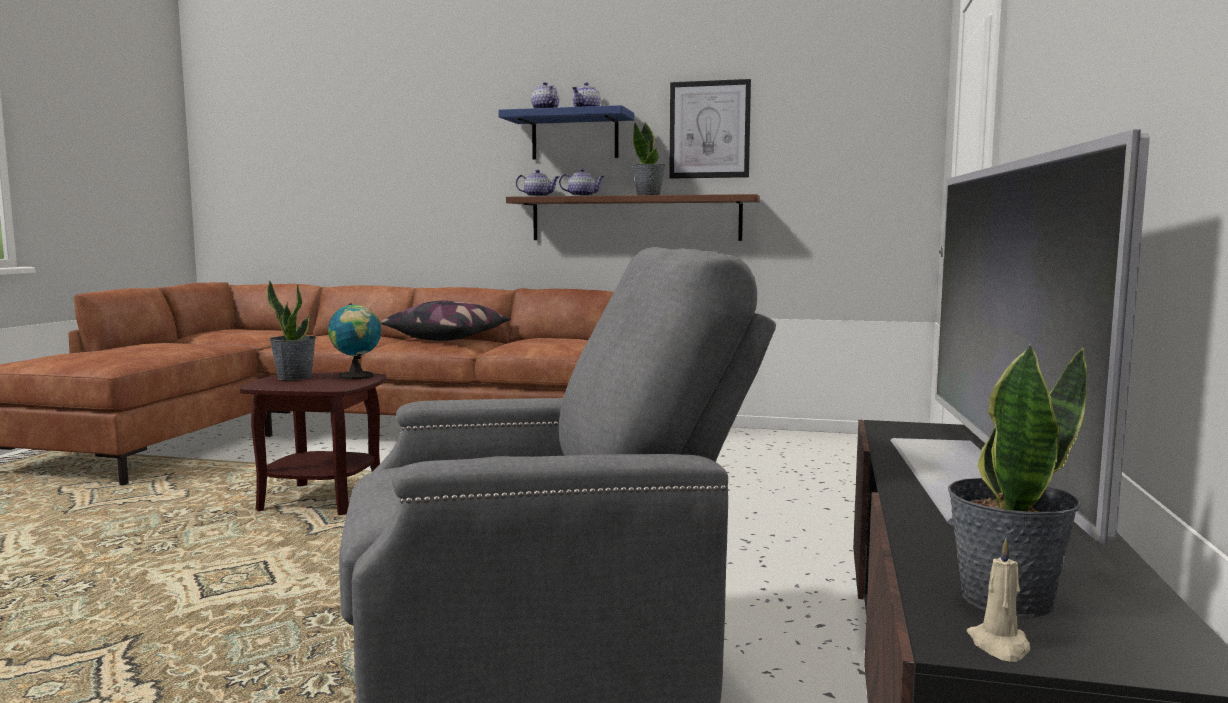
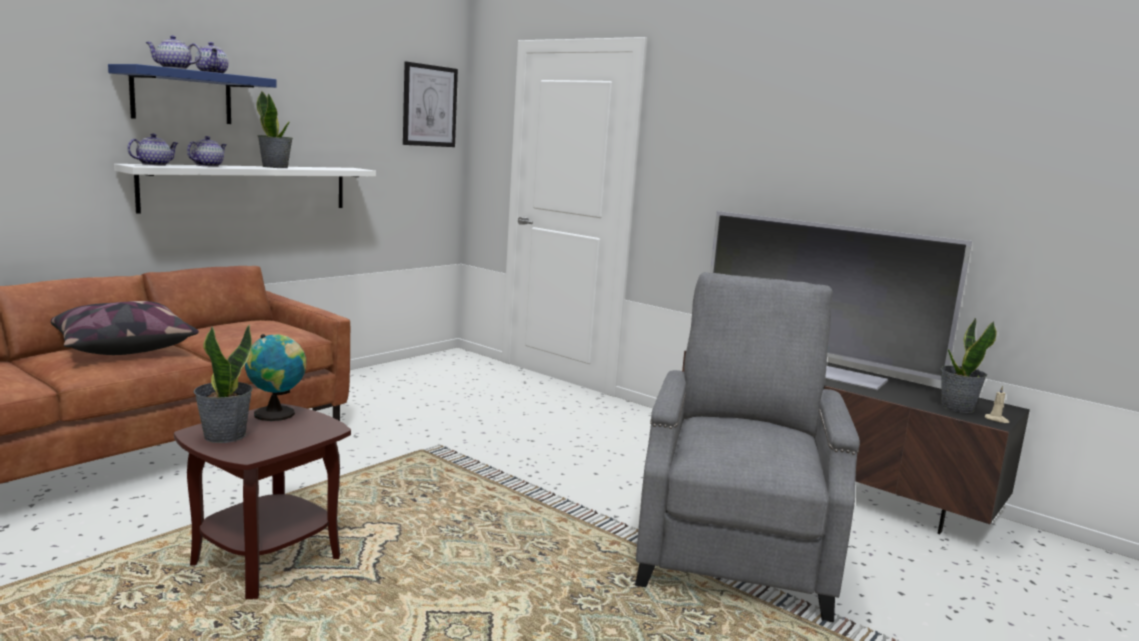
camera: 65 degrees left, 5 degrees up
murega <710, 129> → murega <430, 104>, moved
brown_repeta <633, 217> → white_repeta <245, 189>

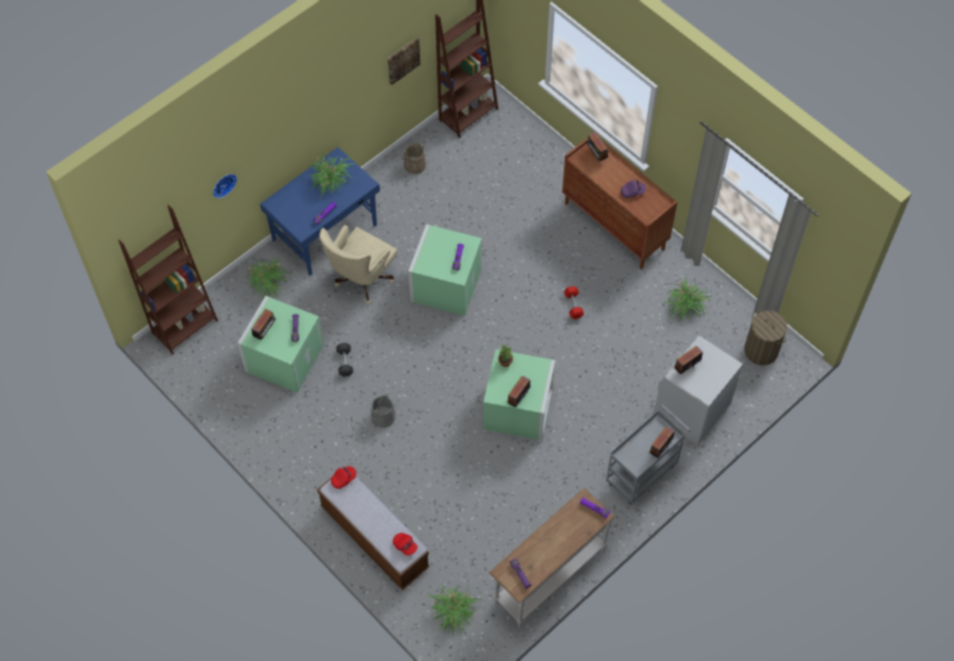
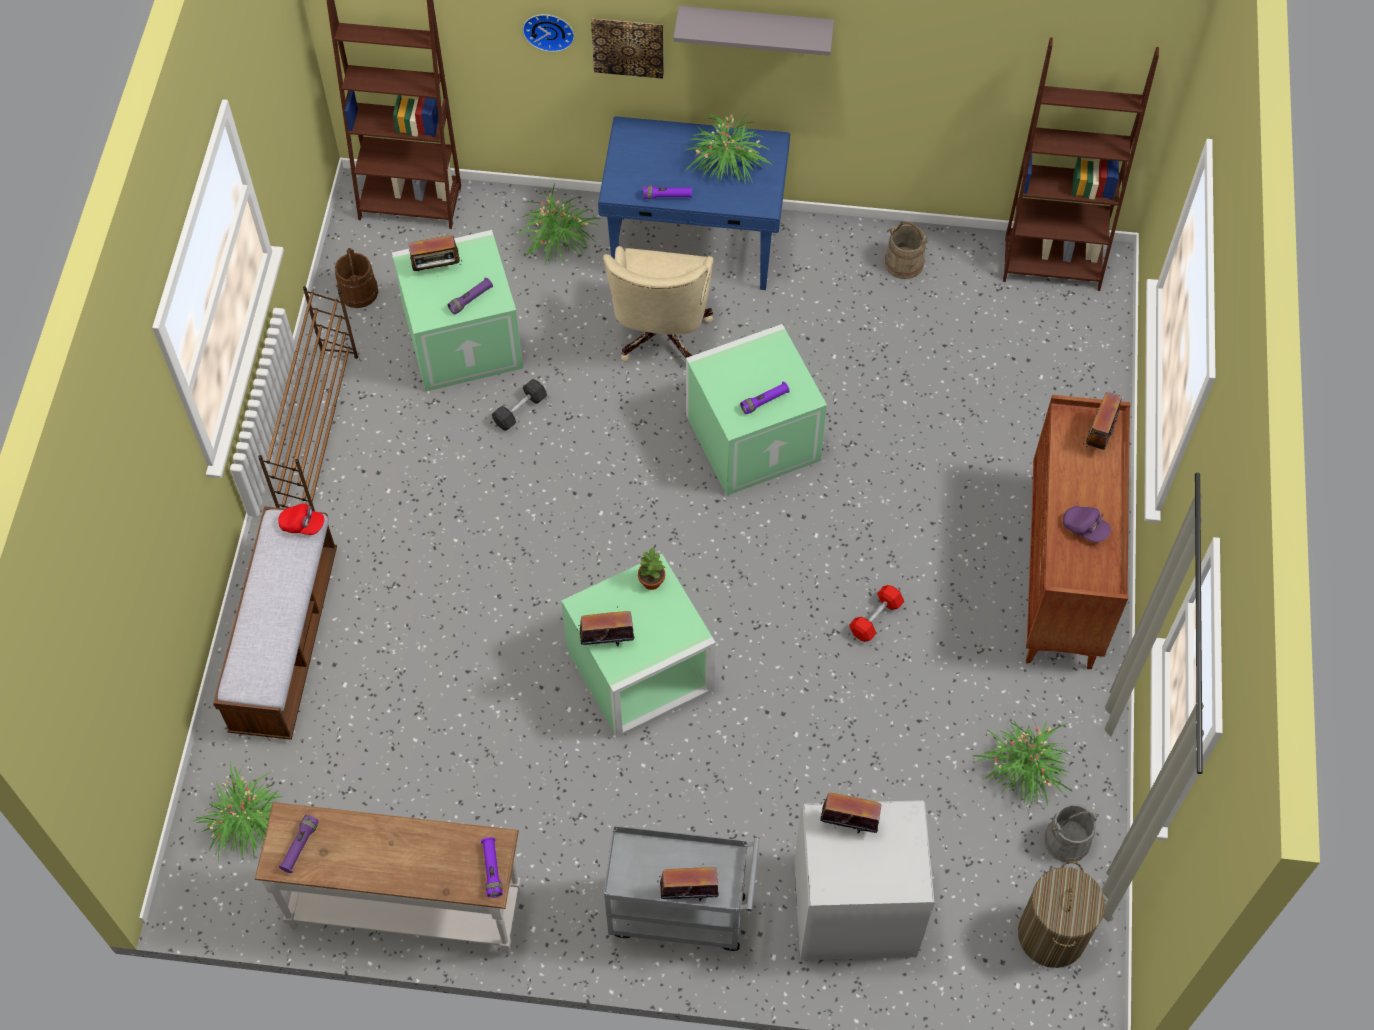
camera: 50 degrees right, 0 degrees up
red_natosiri <405, 544> → -
- → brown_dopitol <308, 398>
- → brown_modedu <356, 278>
- → grey_repeta <753, 31>
grey_modedu <383, 411> → grey_modedu <1071, 833>, moved
murega <404, 61> → murega <627, 48>, moved
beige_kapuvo <358, 264> → beige_kapuvo <658, 304>, 75 degrees counterclockwise

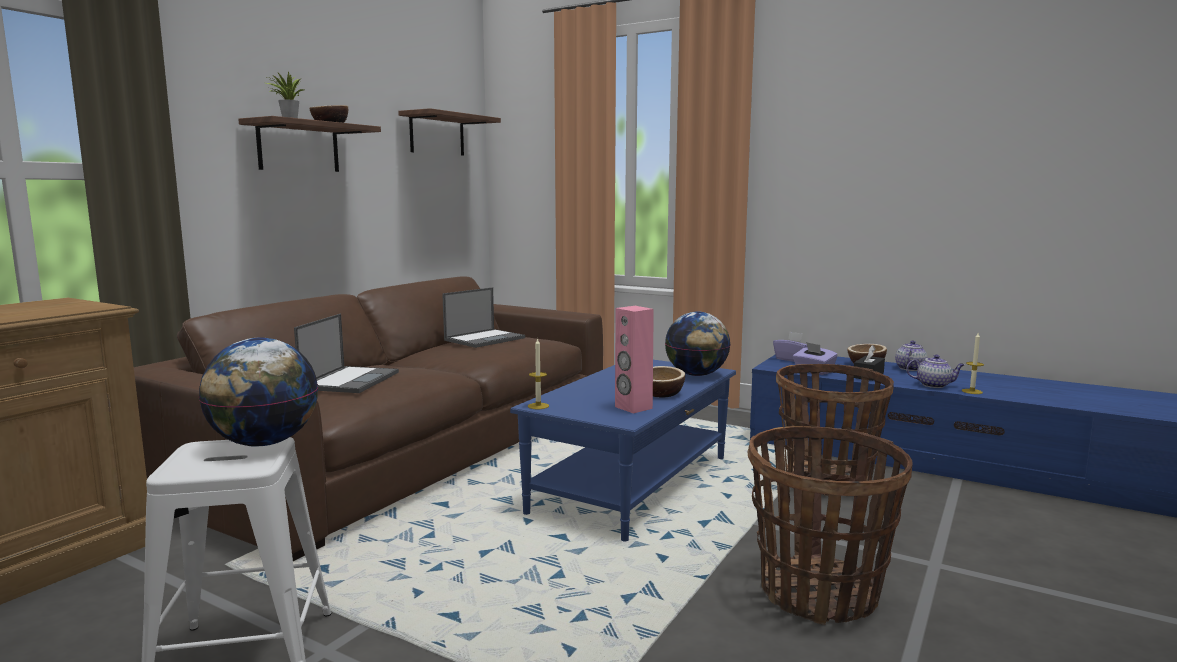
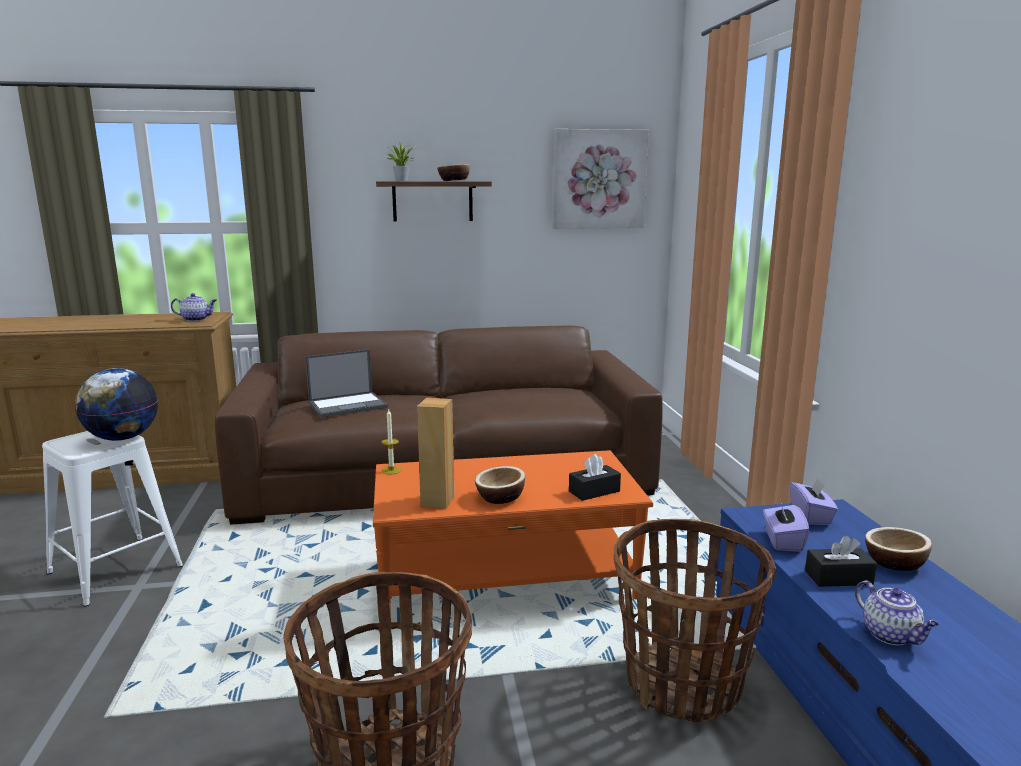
camera: 50 degrees right, 5 degrees up
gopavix <483, 317> → -
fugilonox <973, 363> → -
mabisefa <911, 355> → mabisefa <194, 307>, moved
repeta <449, 132> → murega <601, 179>
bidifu <698, 344> → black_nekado <595, 477>
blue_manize <623, 450> → orange_manize <513, 532>
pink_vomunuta <634, 359> → brown_vomunuta <436, 453>

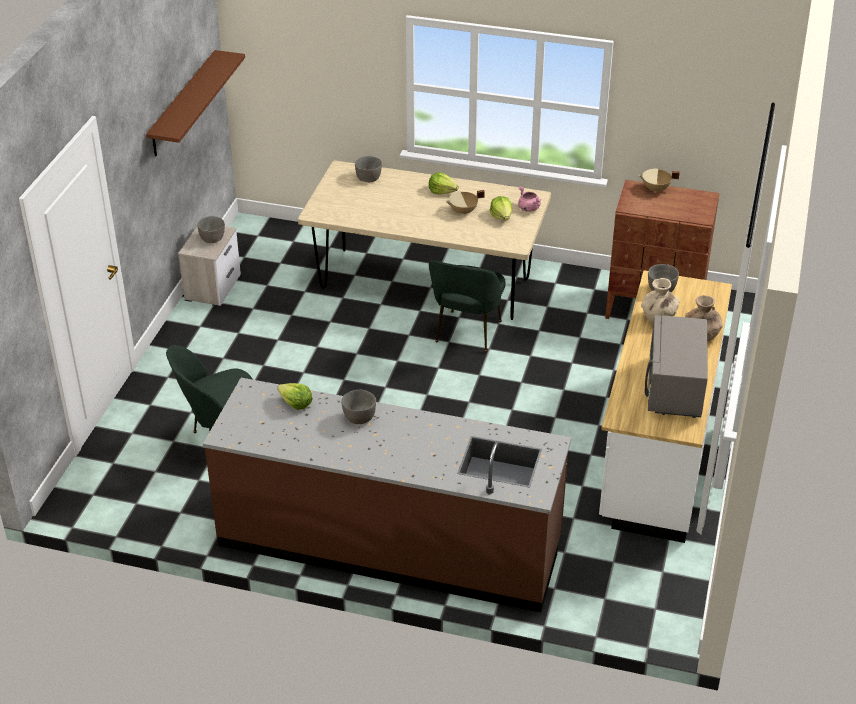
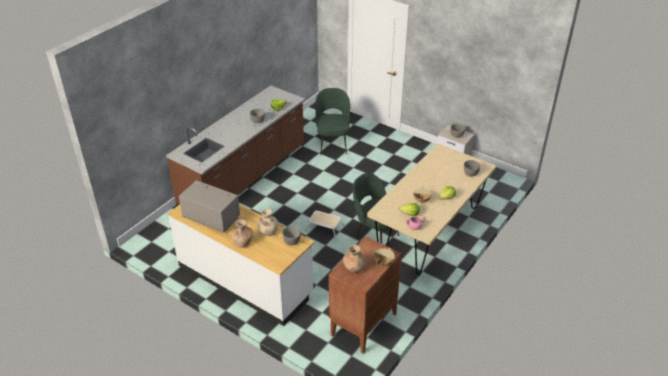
camera: 110 degrees right, 0 degrees up
brown_repeta <195, 103> → -
- → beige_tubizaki <325, 225>
- → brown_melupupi <354, 258>

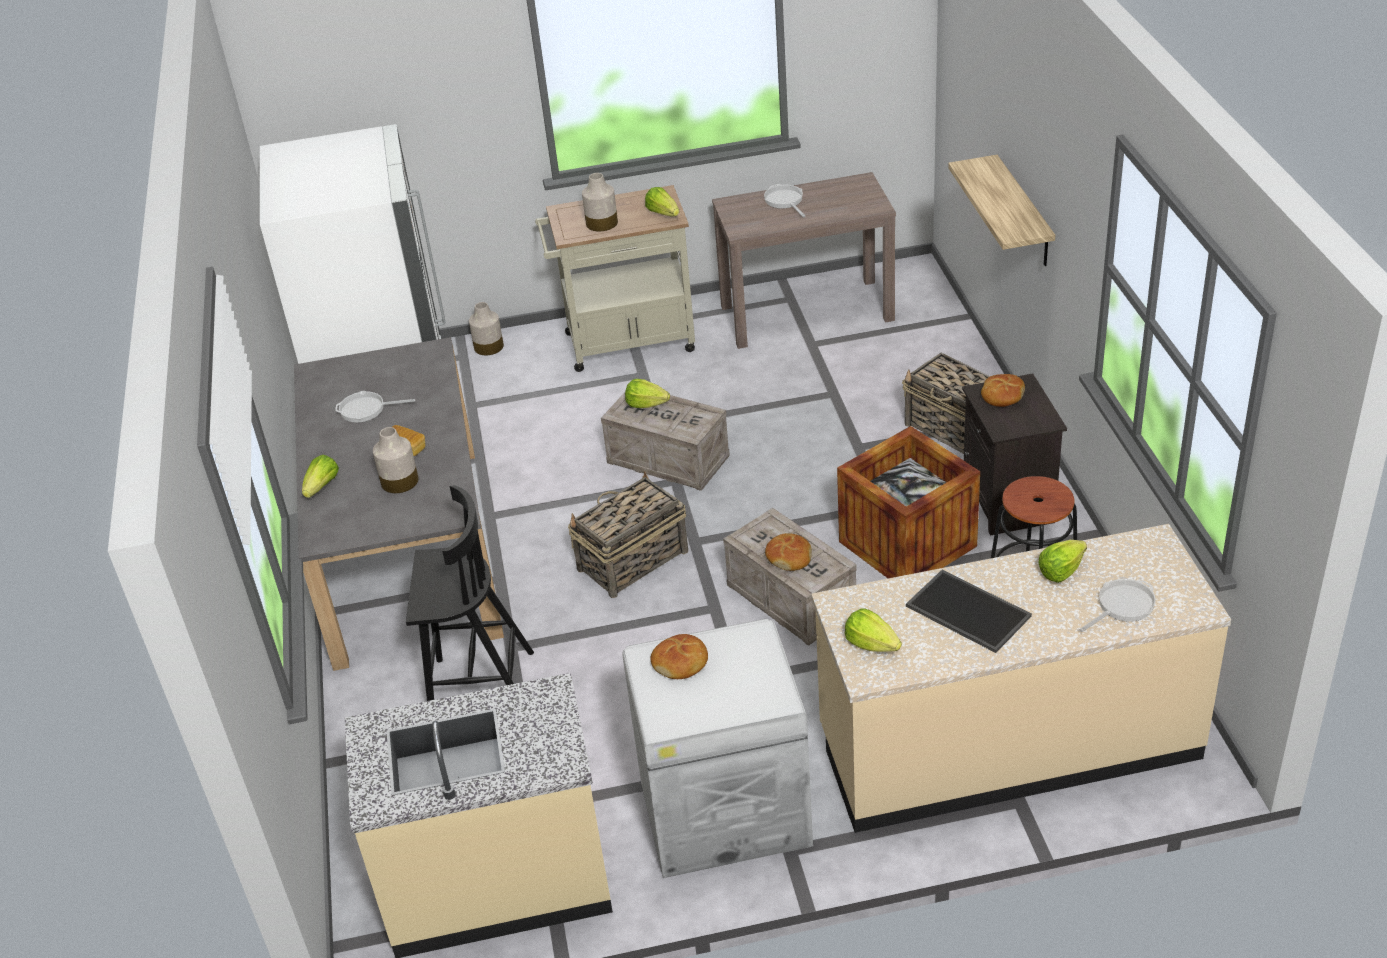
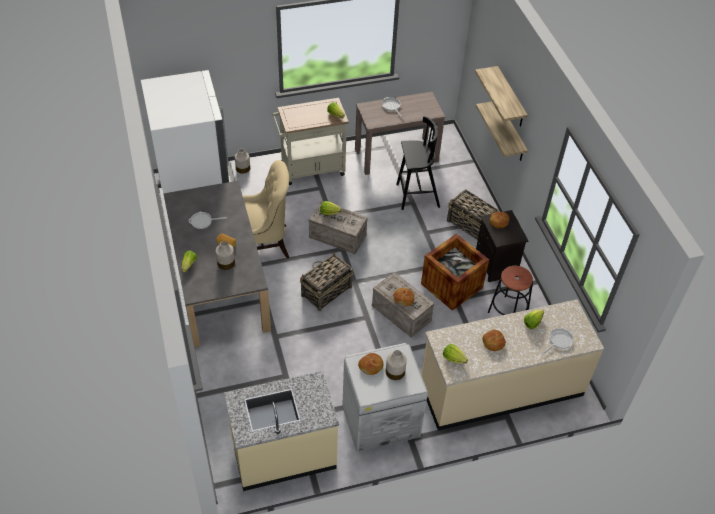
camera: 10 degrees left, 10 degrees up
- → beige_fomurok <265, 209>
- → repeta <501, 96>
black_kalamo <470, 593> → black_kalamo <418, 163>, moved
beige_melupupi <600, 202> → beige_melupupi <396, 365>, moved
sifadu <969, 611> → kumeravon <494, 340>

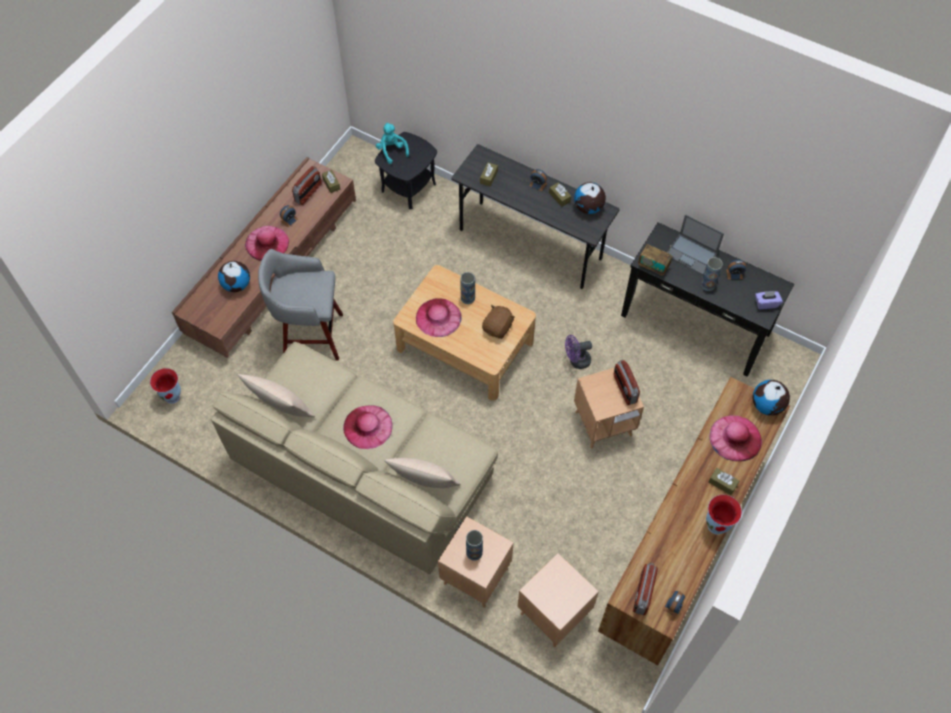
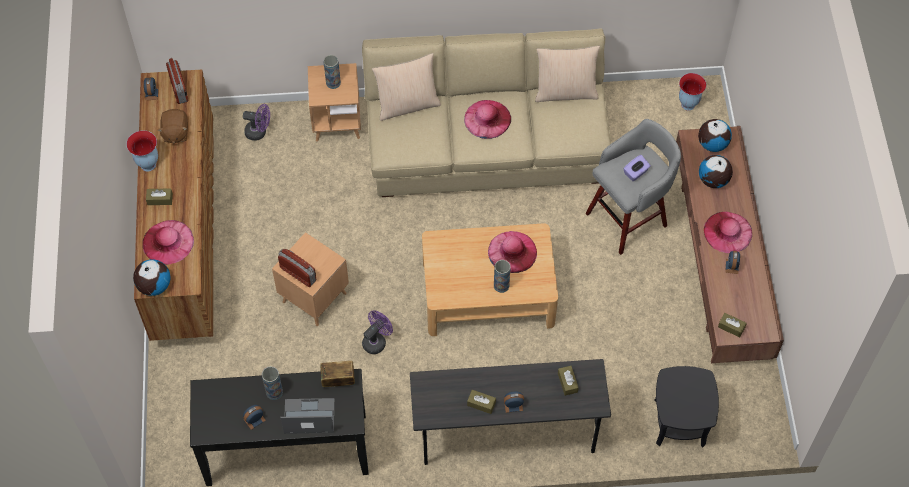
camera: 145 degrees right, 0 degrees up
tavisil <307, 185> → -
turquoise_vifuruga <392, 143> → -
brown_vifuruga <498, 321> → brown_vifuruga <173, 126>, moved
bidifu <590, 198> → bidifu <715, 135>, moved
purple_nekado <769, 300> → purple_nekado <637, 168>, moved
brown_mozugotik <558, 600> → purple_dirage <256, 122>

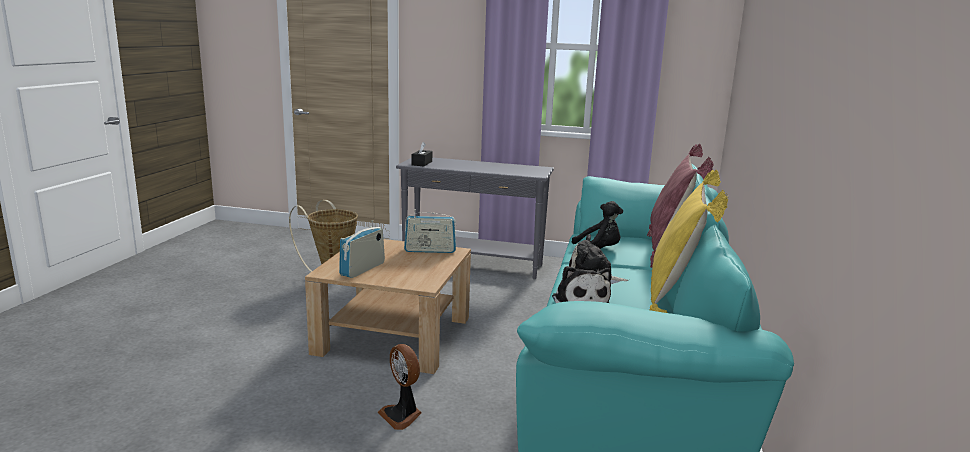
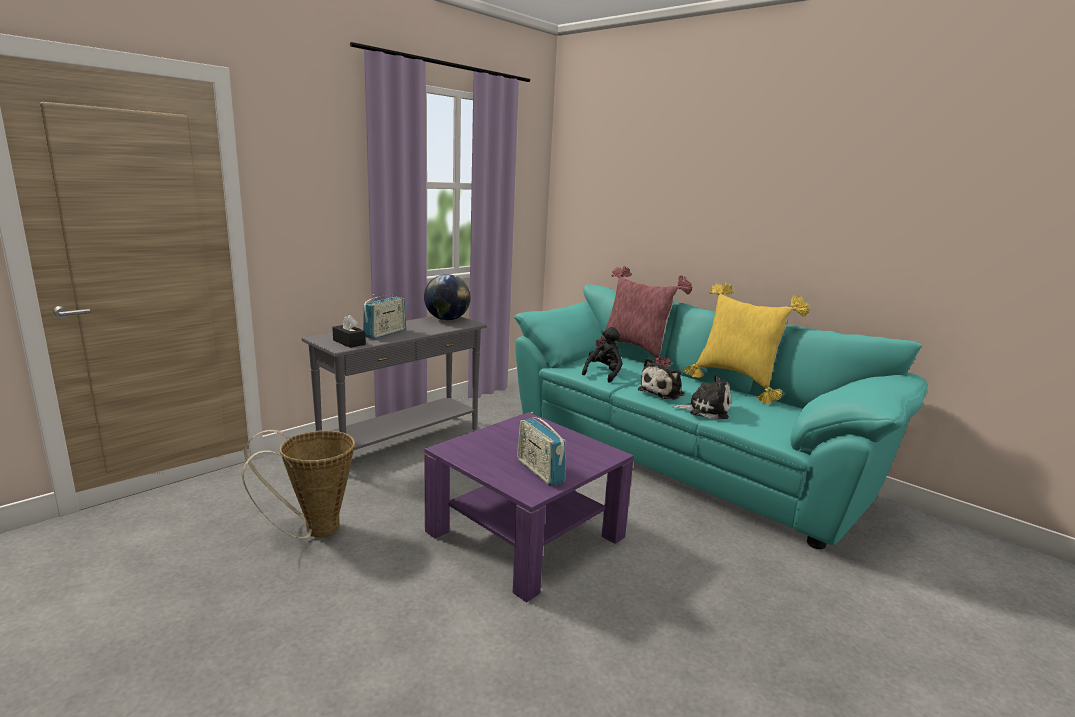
camera: 60 degrees left, 0 degrees up
dirage <400, 387> → -
- → bidifu <447, 297>
tavisil <430, 231> → tavisil <384, 316>, moved
brown_manize <388, 306> → purple_manize <529, 507>

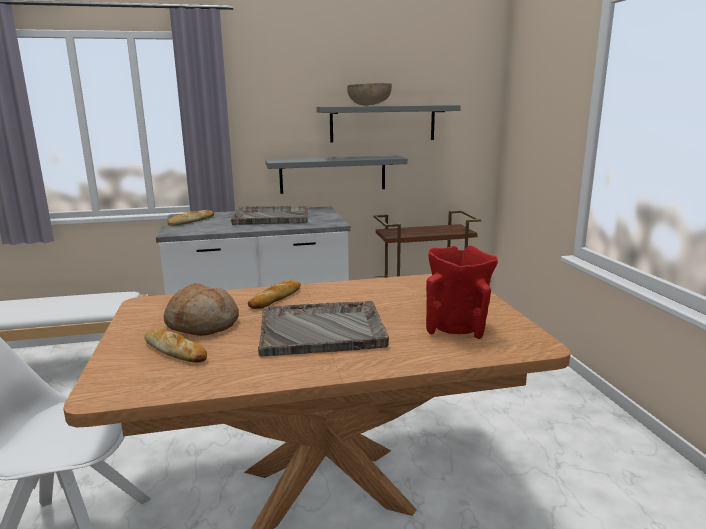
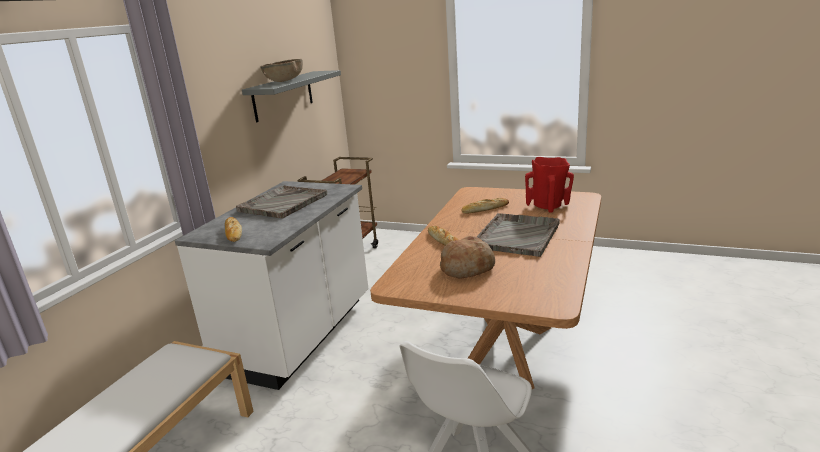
camera: 55 degrees left, 5 degrees up
grey_repeta <336, 174> → -
kumeravon <175, 346> → kumeravon <485, 206>, moved

